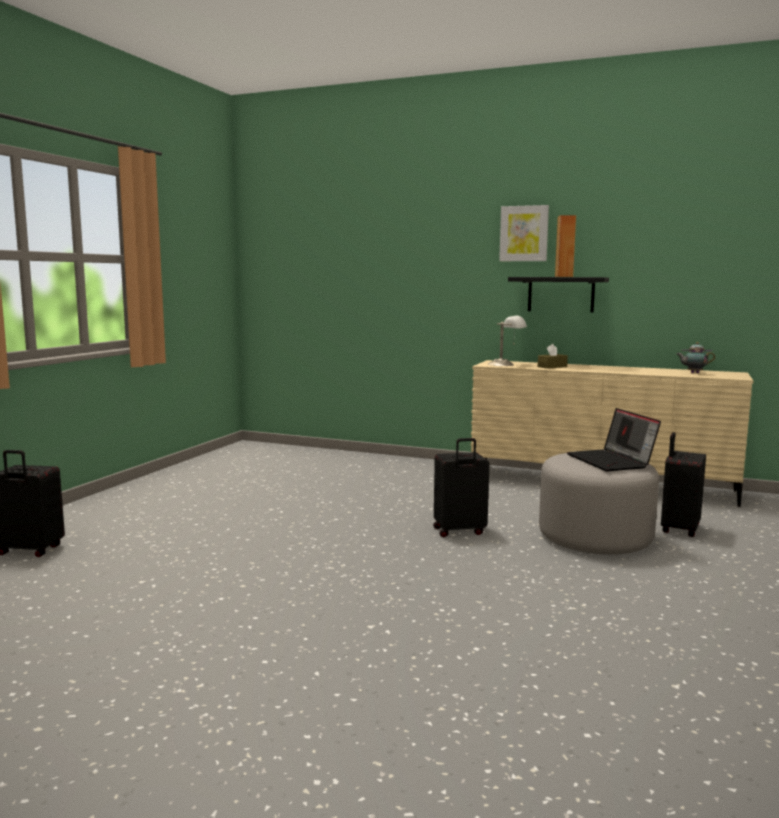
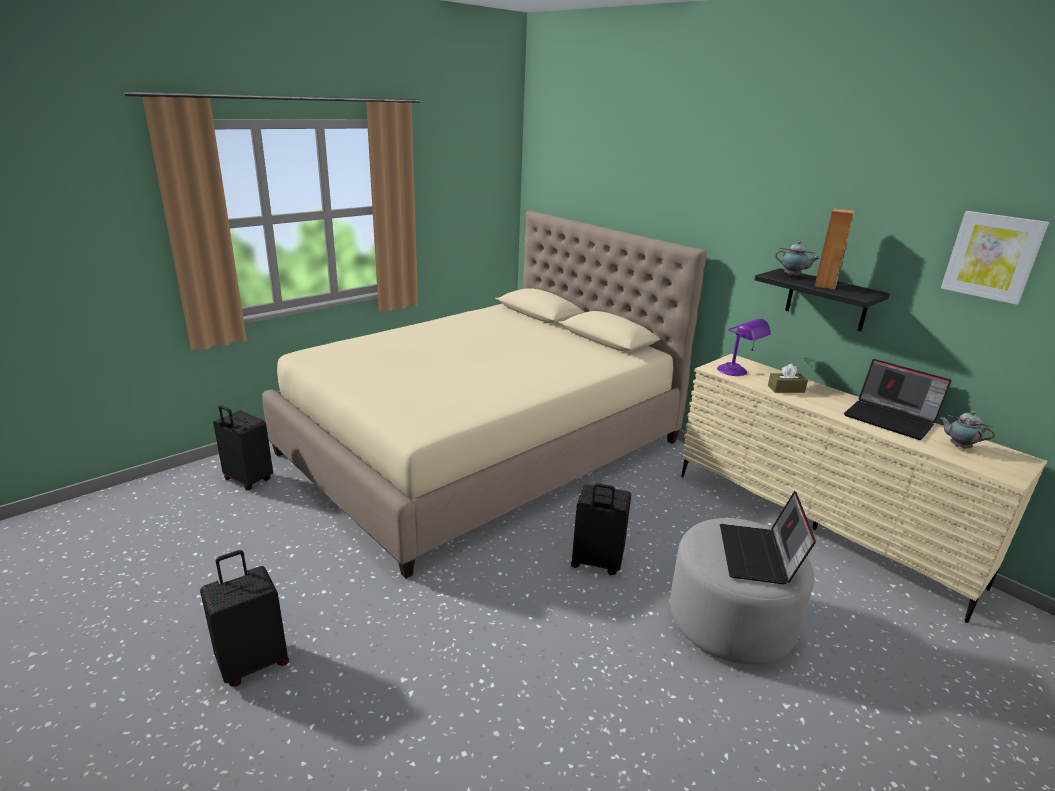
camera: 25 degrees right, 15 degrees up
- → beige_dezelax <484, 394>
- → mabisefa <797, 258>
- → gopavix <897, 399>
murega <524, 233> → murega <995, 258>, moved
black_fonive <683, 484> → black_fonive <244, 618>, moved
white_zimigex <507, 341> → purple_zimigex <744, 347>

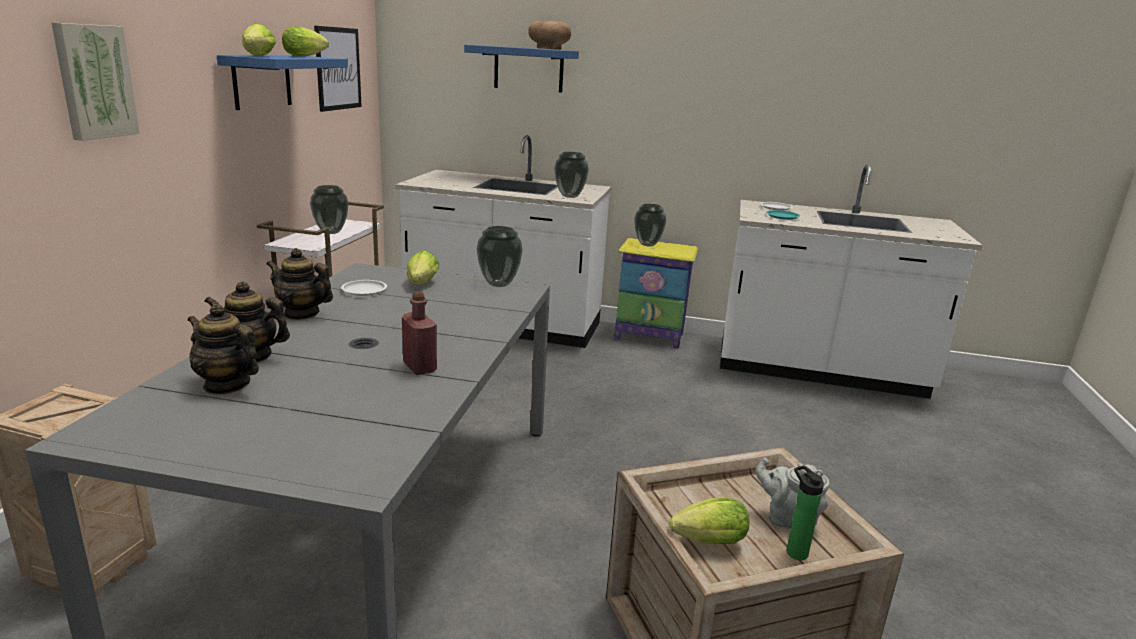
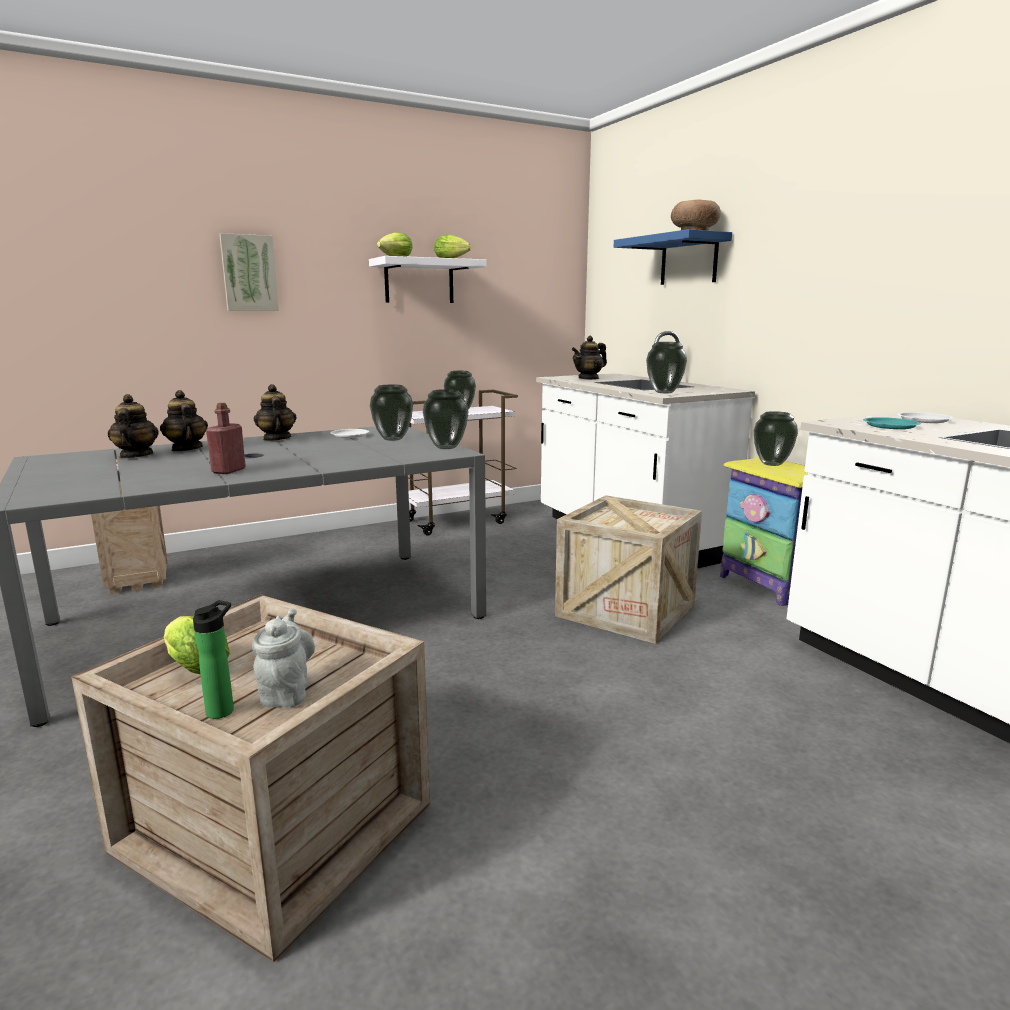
camera: 50 degrees right, 5 degrees down
murega <338, 69> → -
- → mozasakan <628, 569>
- → mabisefa <589, 358>
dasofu <423, 267> → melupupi <391, 413>
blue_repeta <282, 82> → white_repeta <428, 279>

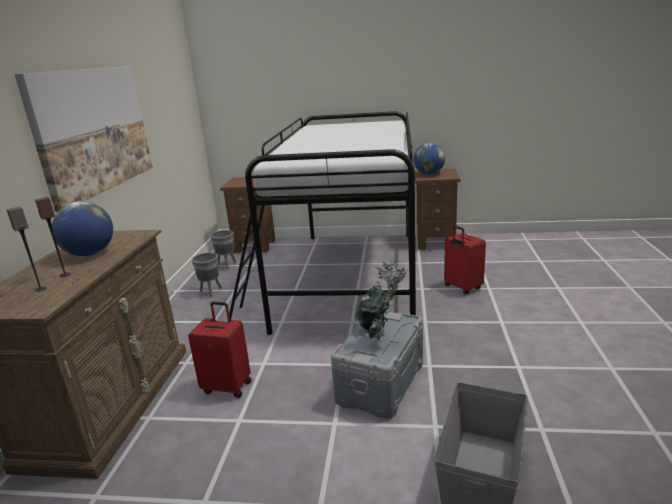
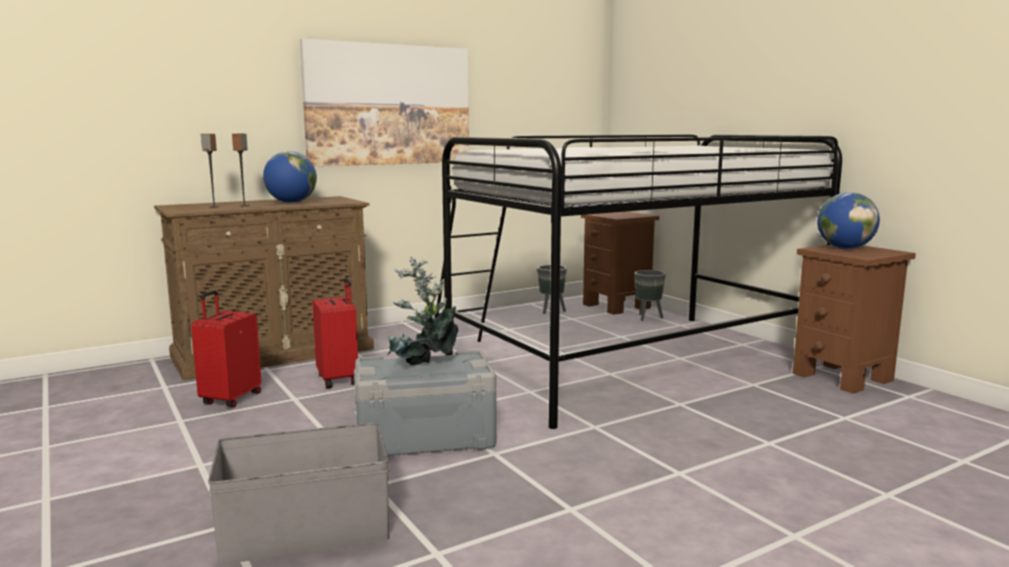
camera: 50 degrees right, 10 degrees down
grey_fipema <207, 275> → grey_fipema <650, 295>, moved
red_fonive <465, 260> → red_fonive <226, 349>, moved

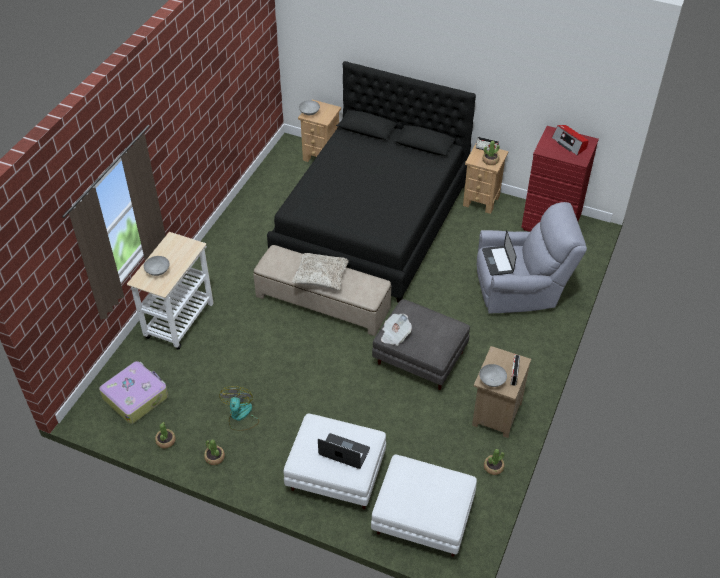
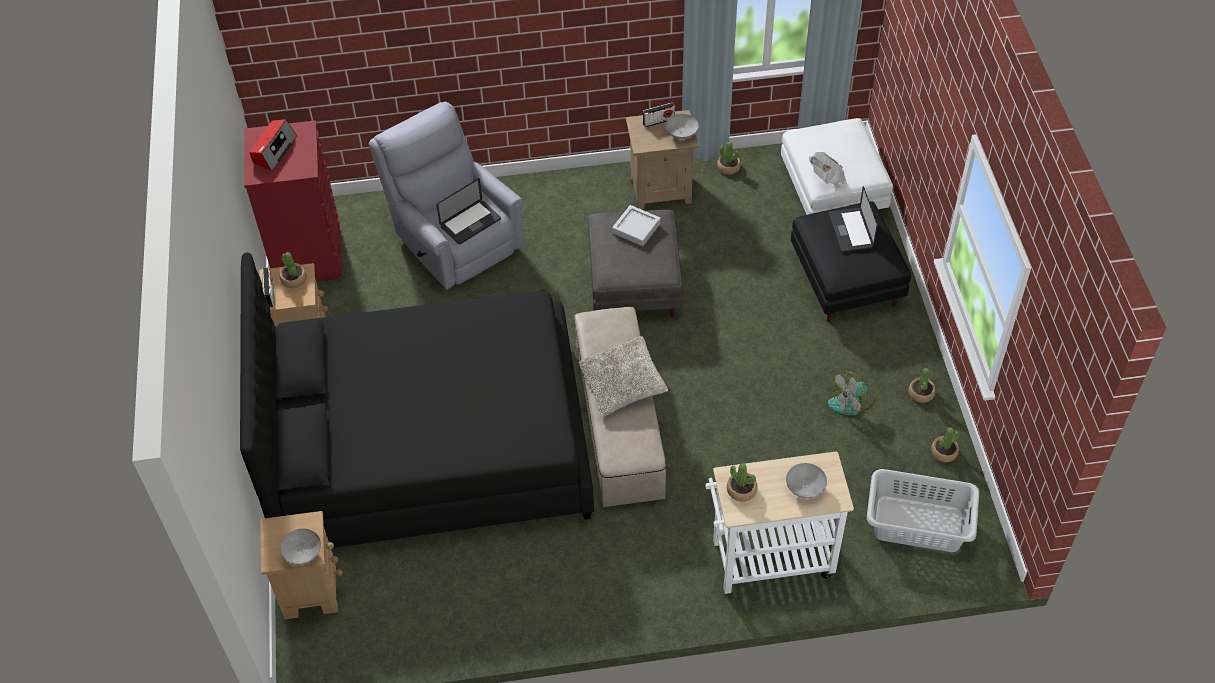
camera: 120 degrees left, 5 degrees up
- → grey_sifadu <636, 225>
- → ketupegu <742, 482>
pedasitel <396, 330> → pedasitel <828, 168>, moved
fonive <133, 392> → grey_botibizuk <923, 510>
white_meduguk <335, 461> → black_meduguk <851, 261>

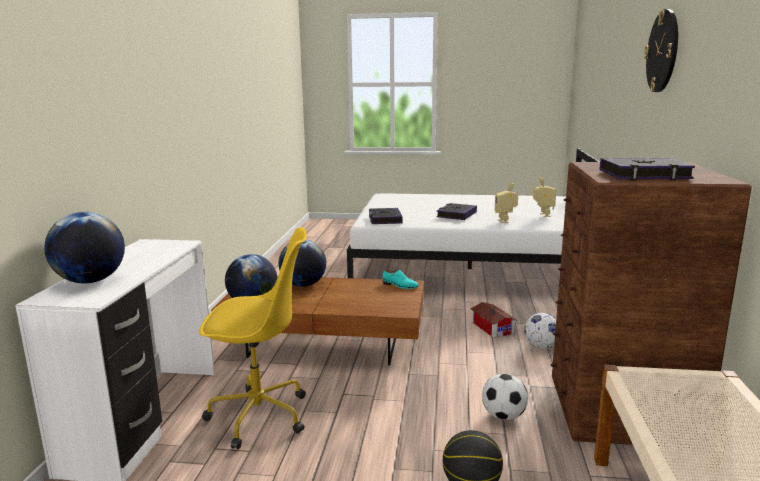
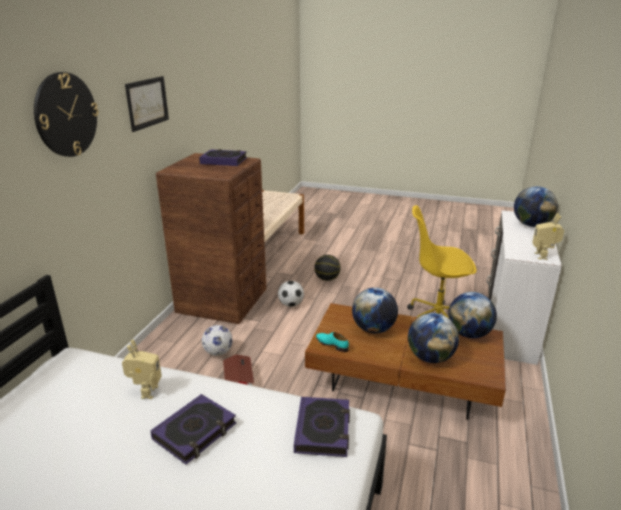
camera: 170 degrees left, 10 degrees up
- → murega <147, 104>
- → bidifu <375, 310>
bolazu <544, 197> → bolazu <548, 236>, moved

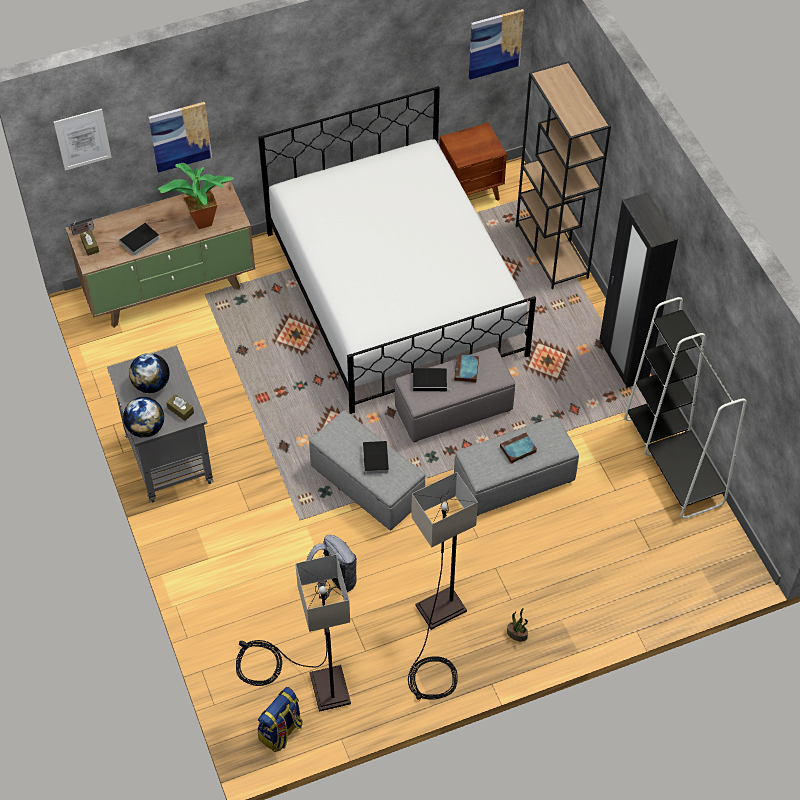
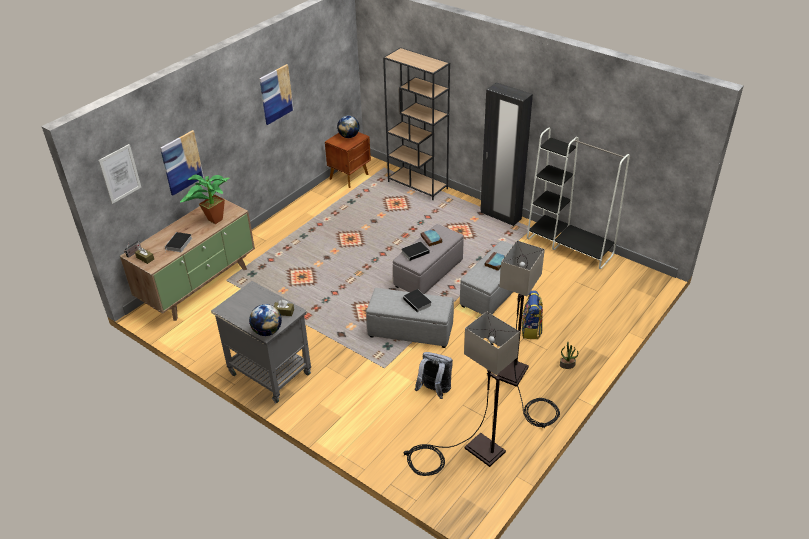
camera: 30 degrees left, 15 degrees down
white_dezelax <397, 250> → -
bidifu <149, 373> → bidifu <348, 127>, moved
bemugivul <280, 719> → bemugivul <532, 315>, moved
murega <496, 44> → murega <276, 94>, moved

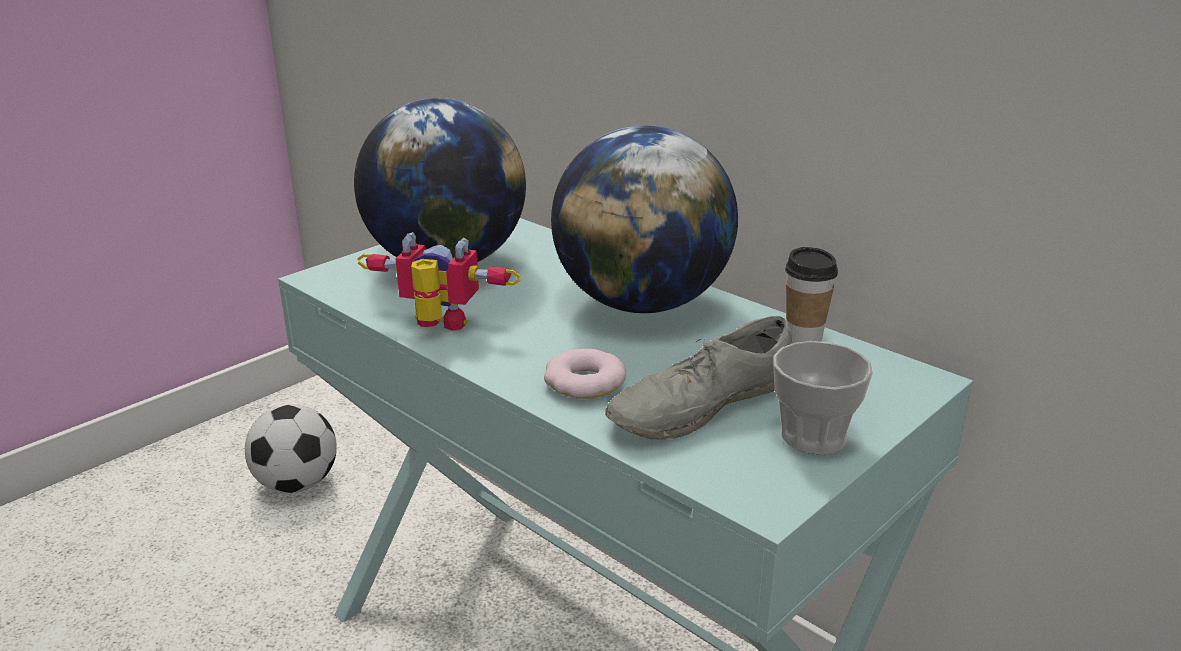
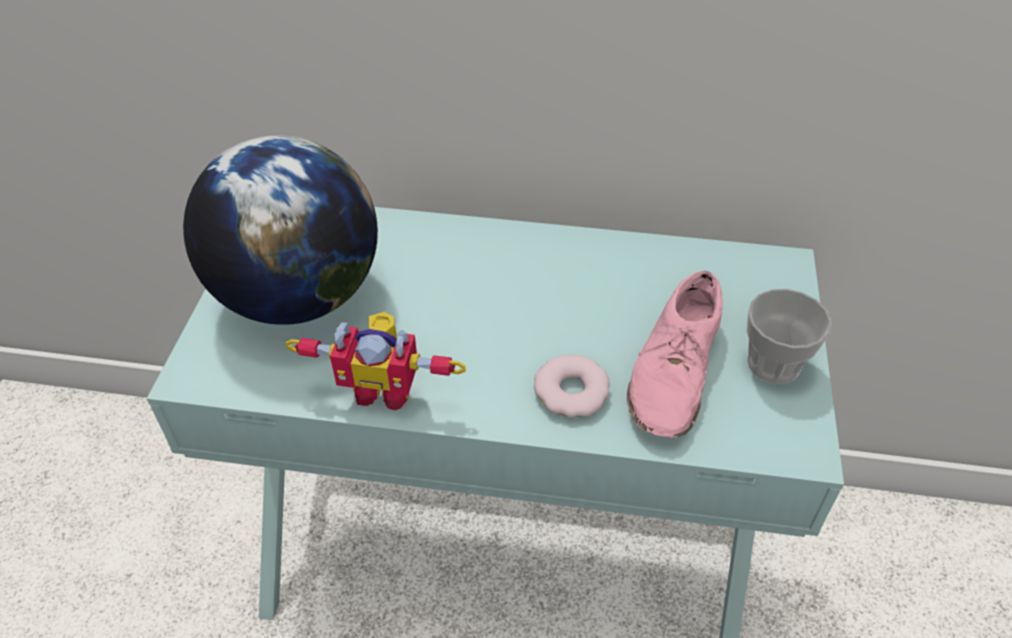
camera: 35 degrees left, 20 degrees up
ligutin <291, 448> → -
bidifu <644, 219> → -
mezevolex <811, 295> → -
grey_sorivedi <698, 377> → pink_sorivedi <675, 354>
bolazu <439, 281> → bolazu <375, 361>, 150 degrees counterclockwise

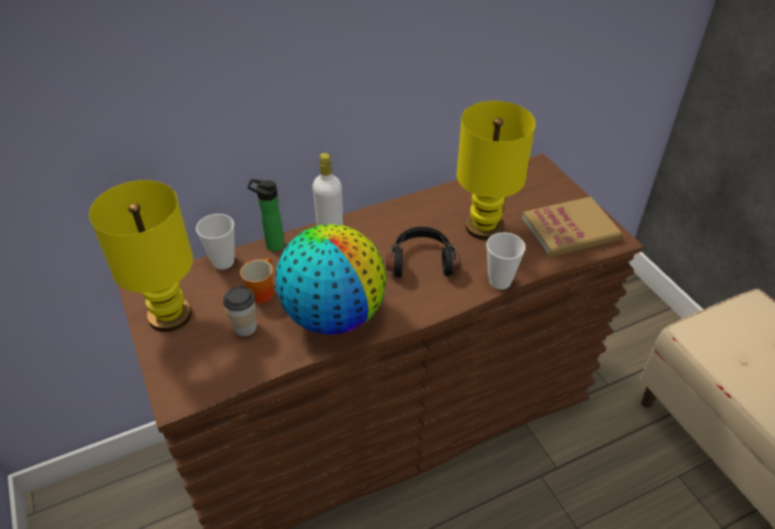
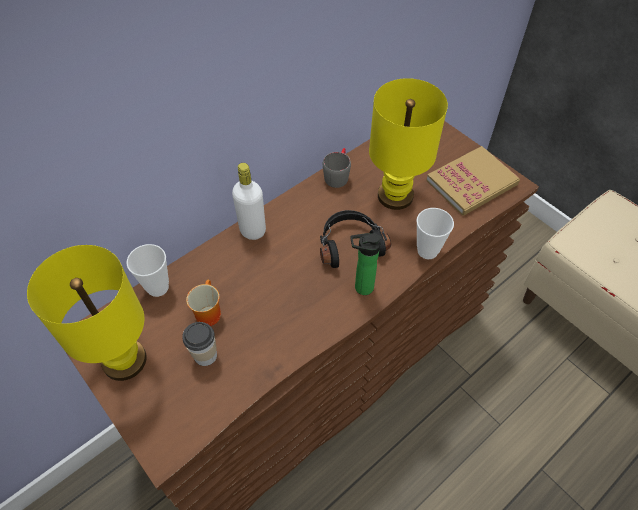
camera: 15 degrees left, 10 degrees up
bidifu <331, 279> → -
- → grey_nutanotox <337, 168>
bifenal <266, 215> → bifenal <366, 264>, moved

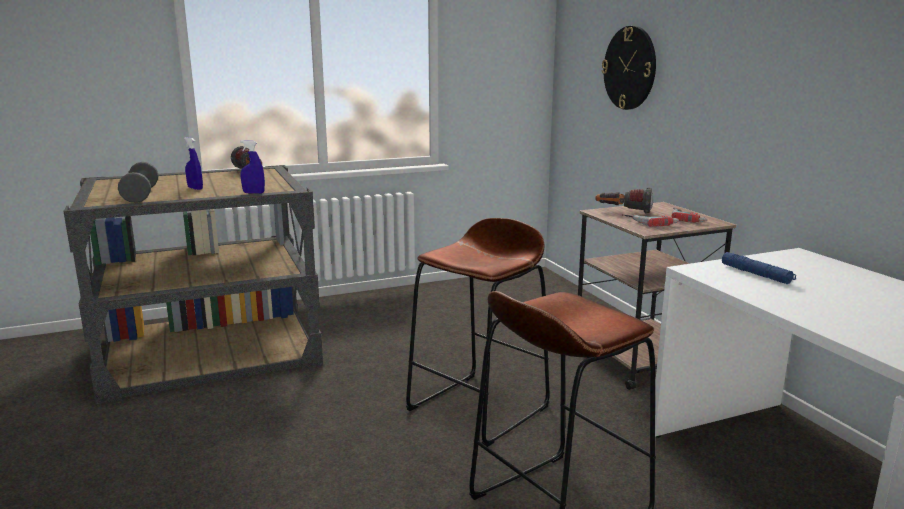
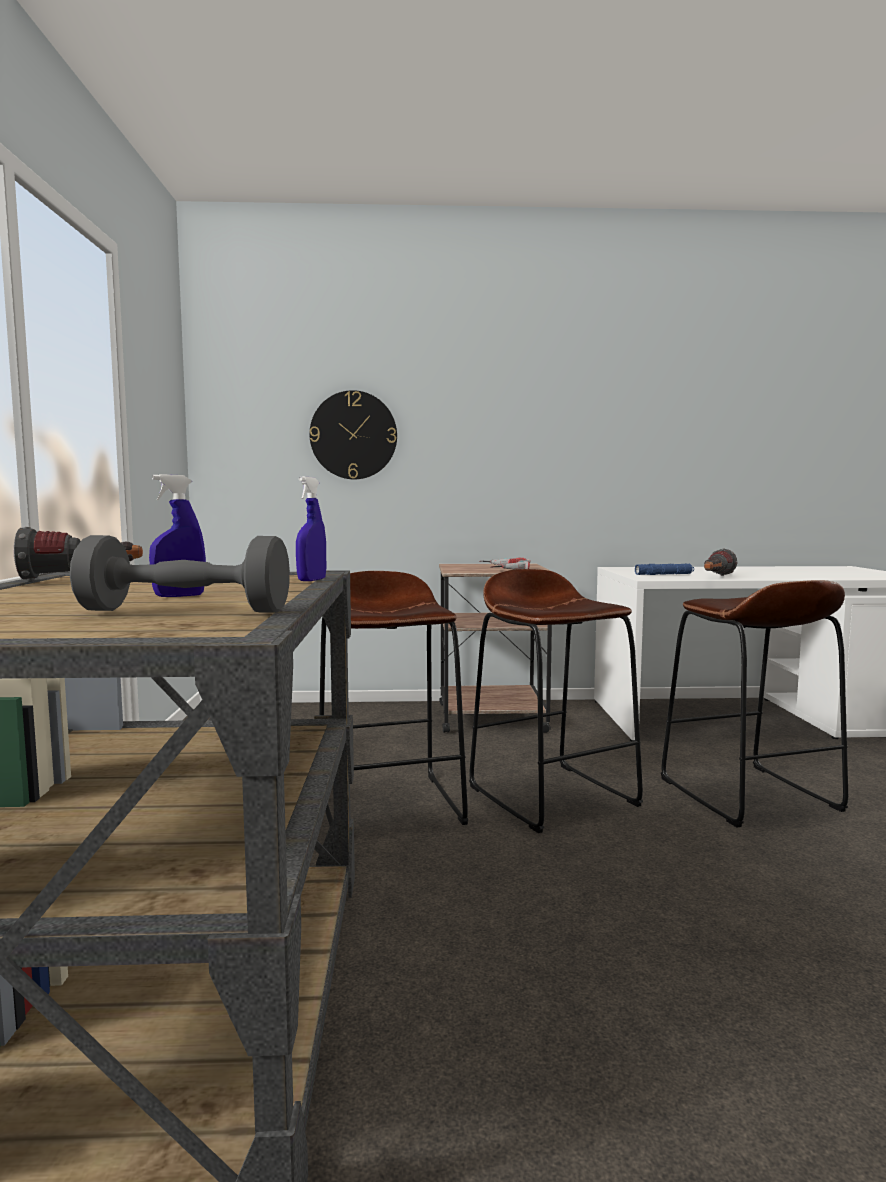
camera: 70 degrees left, 10 degrees down
- → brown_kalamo <393, 698>
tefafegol <624, 200> → tefafegol <720, 562>, moved

